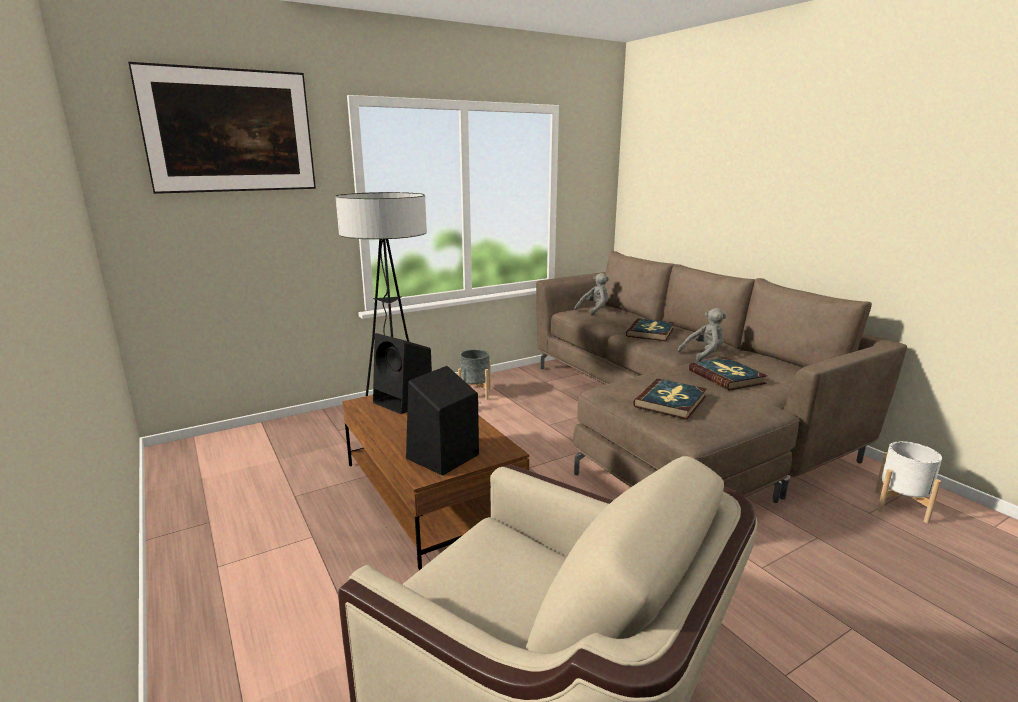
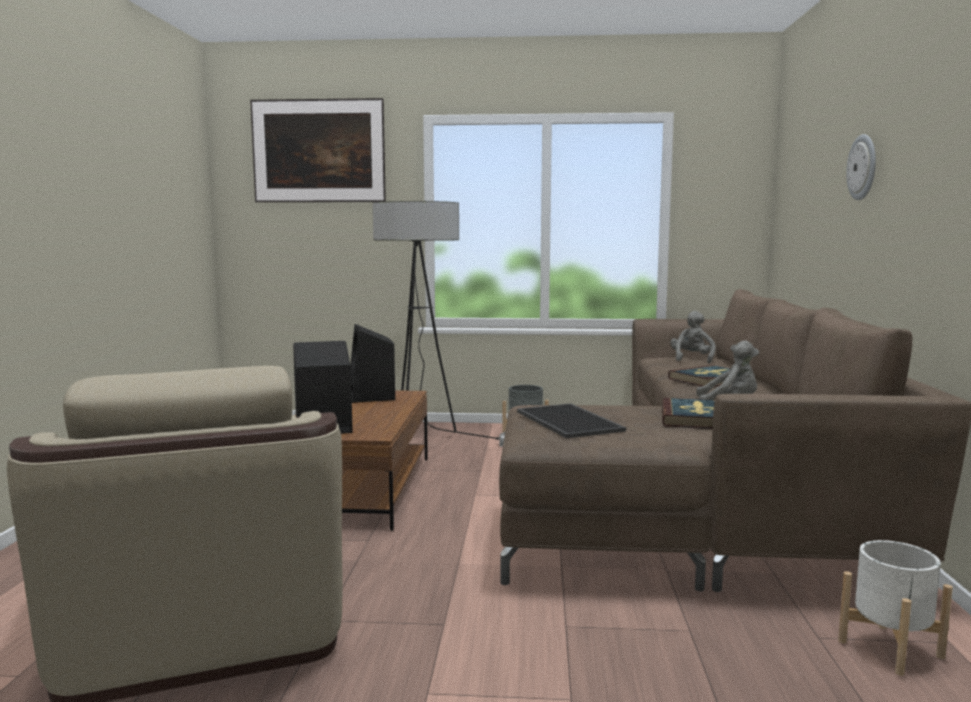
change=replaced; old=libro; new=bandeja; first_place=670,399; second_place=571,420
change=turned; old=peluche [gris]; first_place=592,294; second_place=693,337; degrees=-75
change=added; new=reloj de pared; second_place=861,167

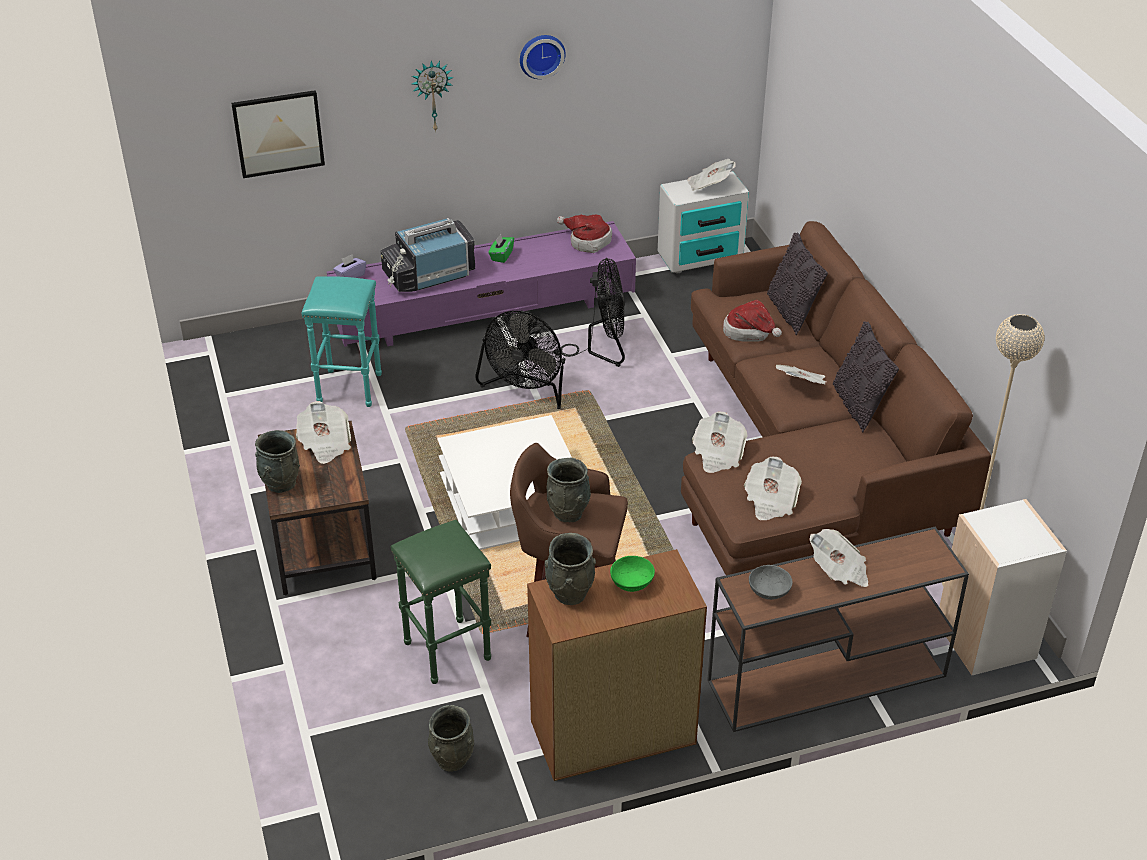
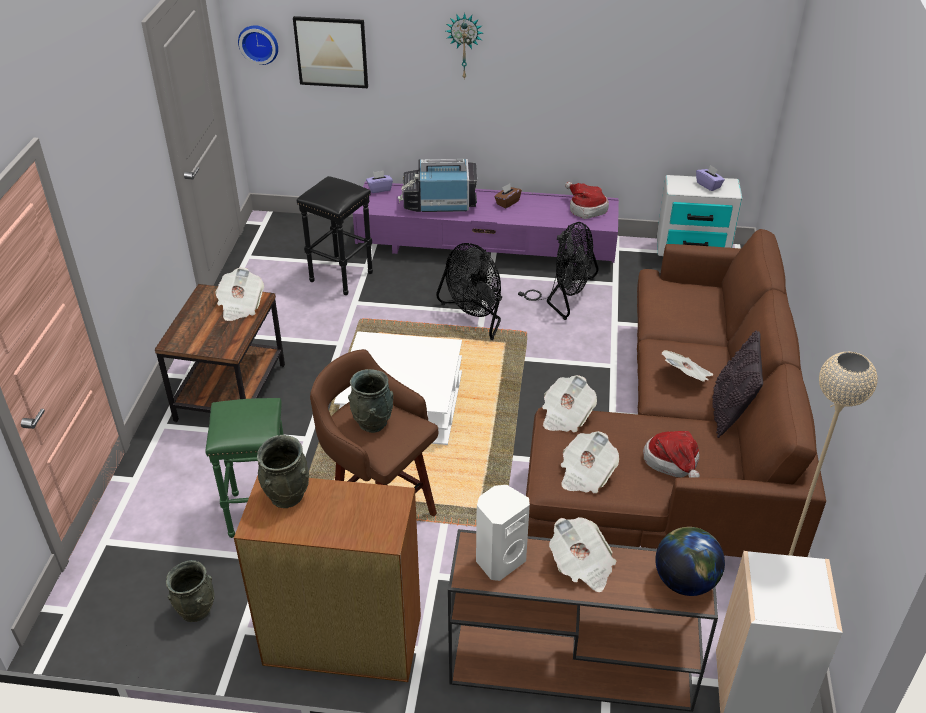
change=moved; old=reloj de pared; first_place=543,57; second_place=258,45
change=recoloured; old=taburete [turquesa]; new=taburete [negro]; first_place=342,341; second_place=335,235
change=replaced; old=cuenco [gris]; new=altavoz [blanco]; first_place=771,582; second_place=503,533
change=recoloured; old=caja de pañuelos [verde]; new=caja de pañuelos [marrón]; first_place=501,248; second_place=508,196
change=moved; old=sombrero; first_place=752,321; second_place=671,454
change=added; new=globo terráqueo; second_place=690,561
change=replaced; old=periódico; new=caja de pañuelos [morado]; first_place=711,175; second_place=710,178
change=removed; old=florero [gris]; first_place=277,461
change=removed; old=cuenco [verde]; first_place=632,574
change=removed; old=cojín [negro]; first_place=797,284

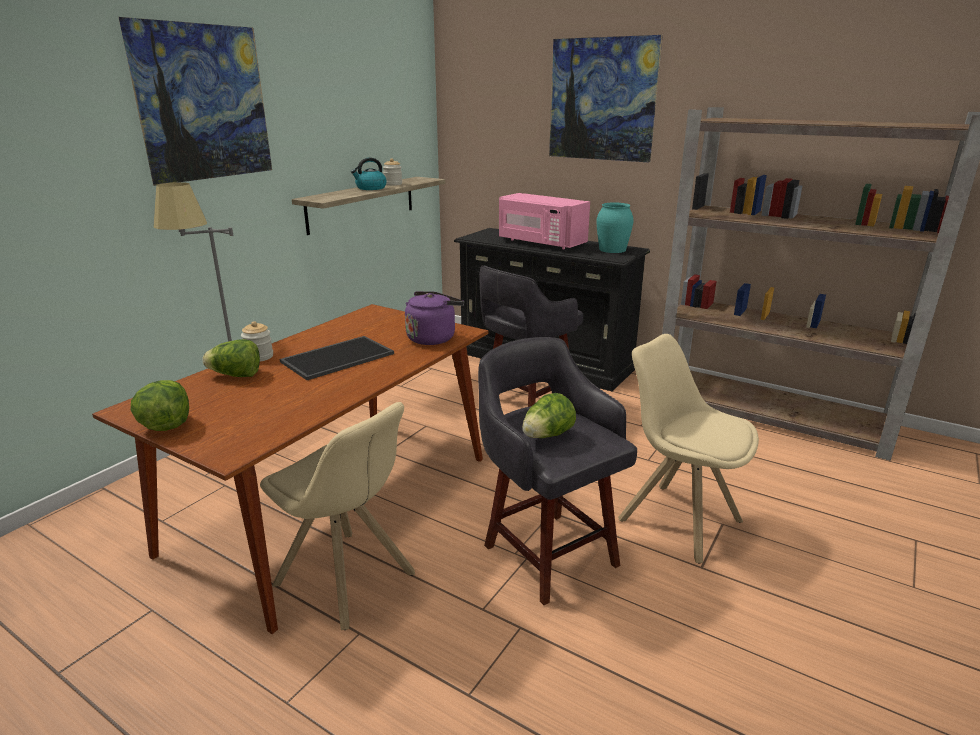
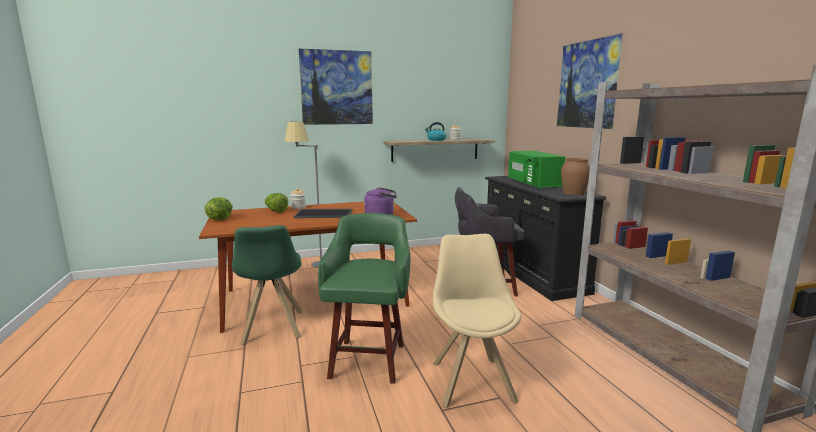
change=recoloured; old=silla [beis]; new=silla [verde]; first_place=337,516; second_place=267,285
change=recoloured; old=taburete [gris]; new=taburete [verde]; first_place=557,471; second_place=364,298
change=recoloured; old=microondas [rosa]; new=microondas [verde]; first_place=544,221; second_place=536,170
change=recoloured; old=florero [turquesa]; new=florero [marrón]; first_place=615,228; second_place=575,176
change=removed; old=lechuga; first_place=549,415

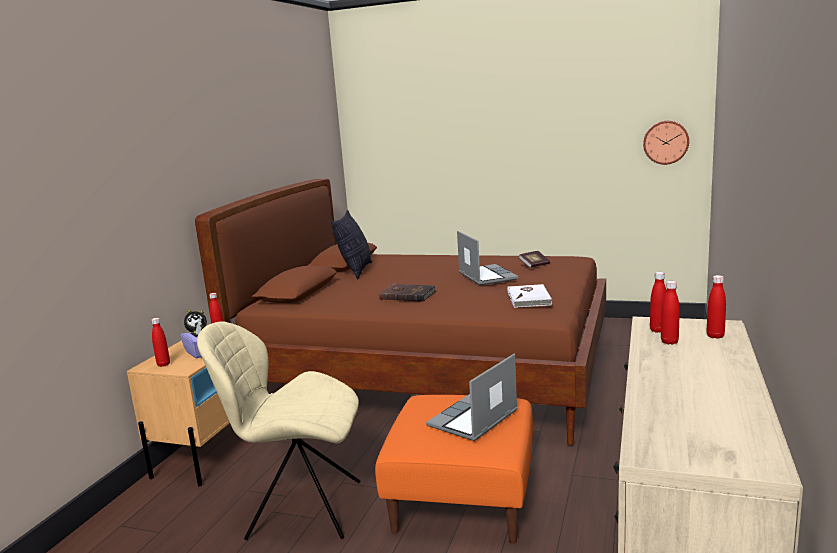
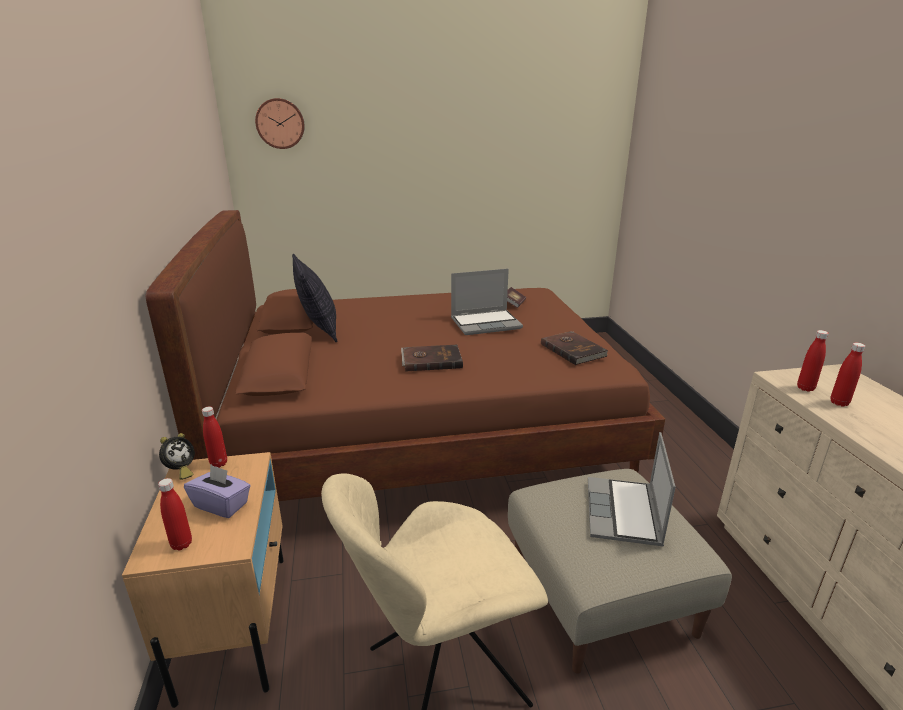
change=moved; old=reloj de pared; first_place=666,143; second_place=280,123
change=turned; old=portátil; first_place=487,258; second_place=487,302; degrees=120
change=recoloured; old=puf [naranja]; new=puf [beis]; first_place=454,469; second_place=620,571
change=recoloured; old=libro [blanco]; new=libro [marrón]; first_place=529,296; second_place=574,348
change=removed; old=botella [rojo]; first_place=716,307

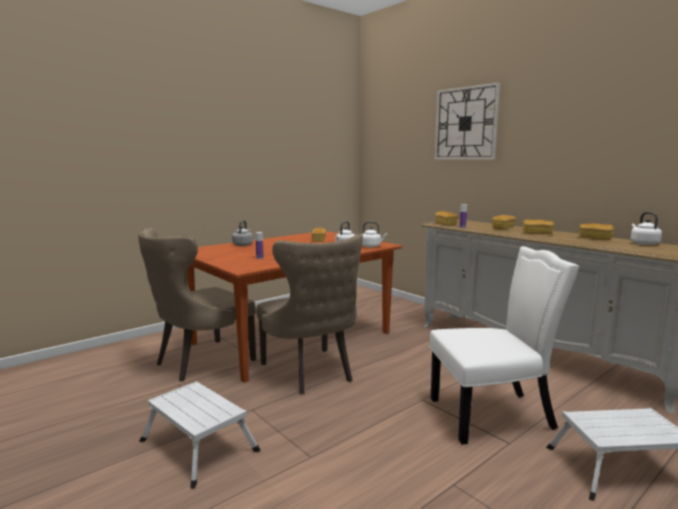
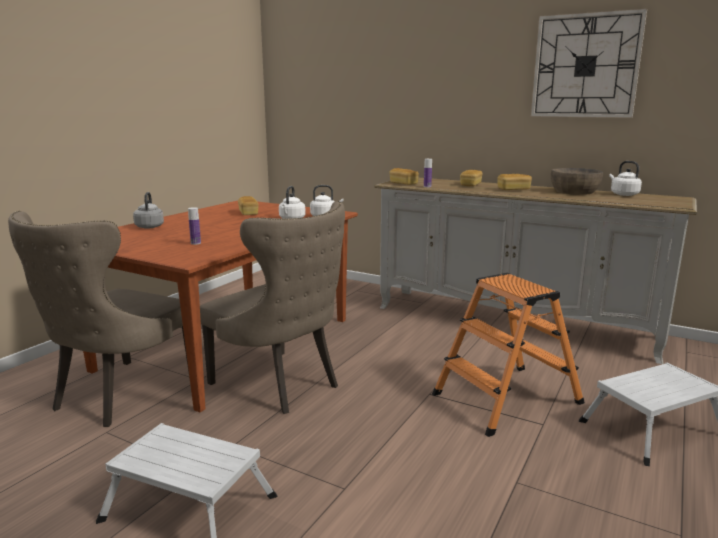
change=replaced; old=silla [blanco]; new=escalera de tijera [naranja]; first_place=504,345; second_place=508,355
change=moved; old=reloj de pared; first_place=467,121; second_place=589,63
change=replaced; old=pan; new=cuenco [marrón]; first_place=596,231; second_place=577,181

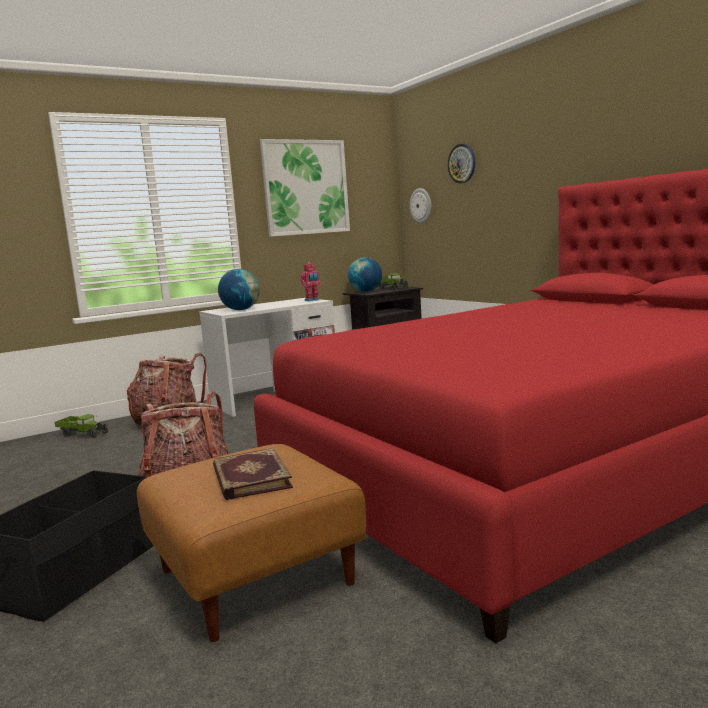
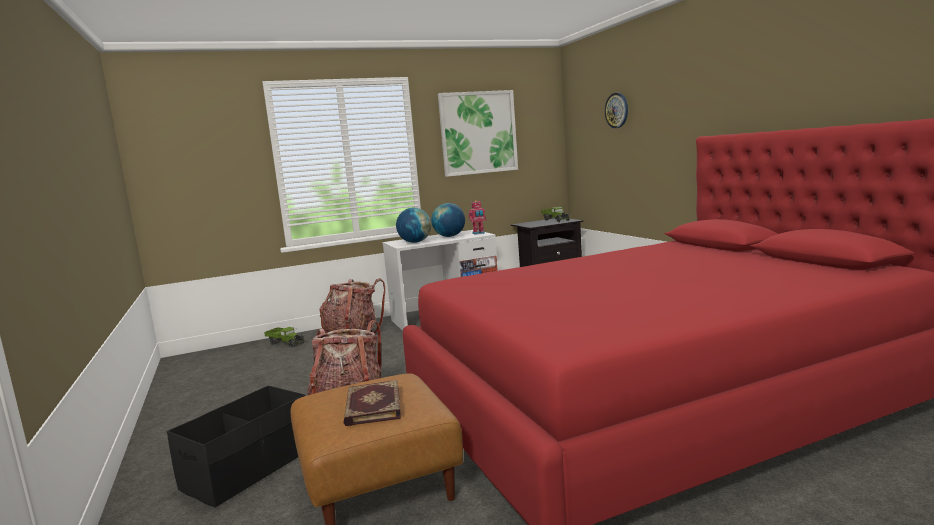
change=moved; old=globo terráqueo; first_place=365,274; second_place=448,220
change=removed; old=reloj de pared; first_place=420,205

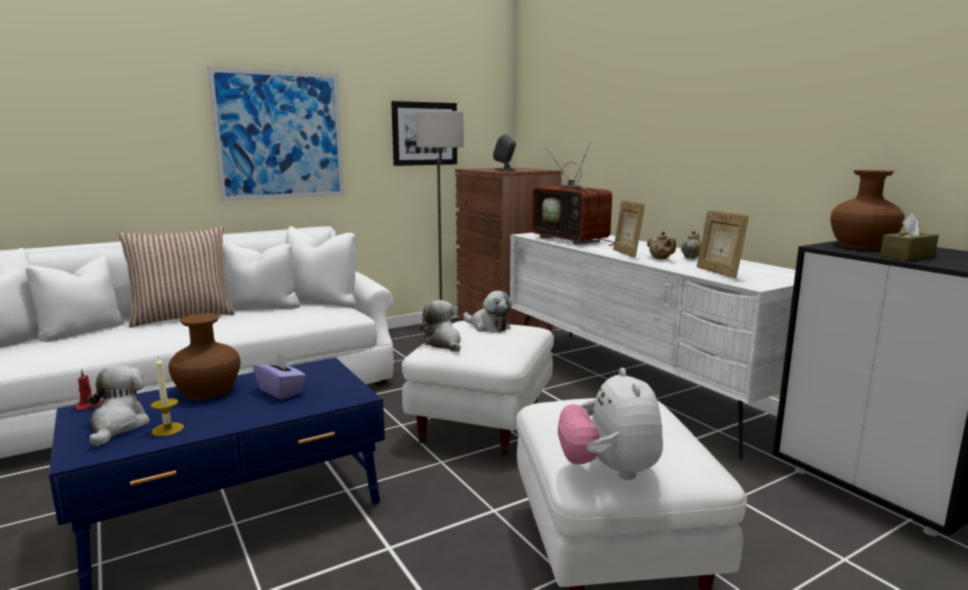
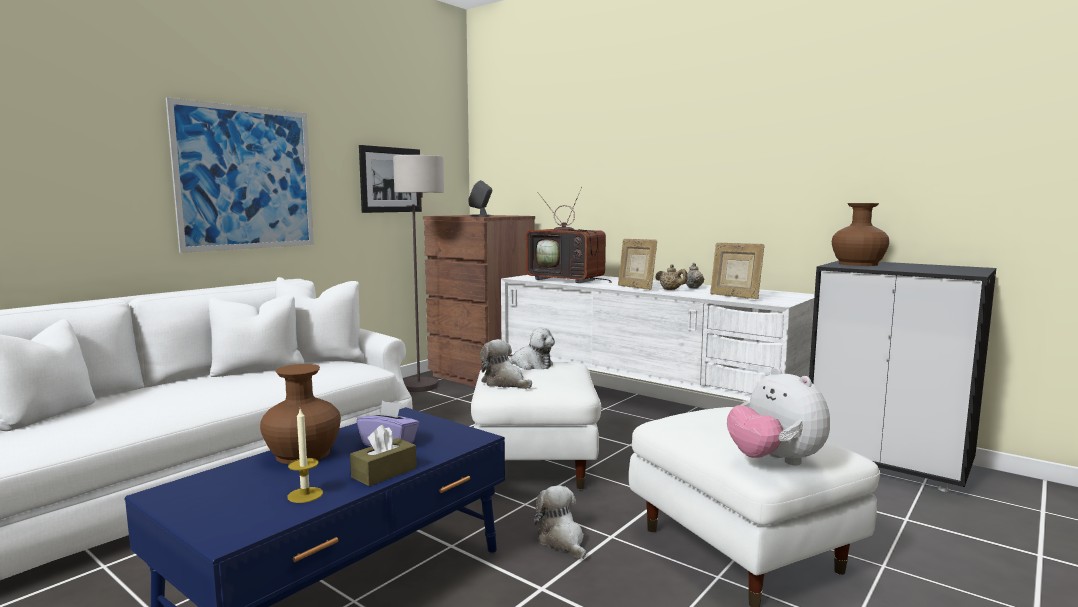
change=moved; old=caja de pañuelos [marrón]; first_place=909,237; second_place=383,455
change=moved; old=peluche; first_place=118,406; second_place=560,522
change=removed; old=vela [rojo]; first_place=88,389
change=removed; old=cojín; first_place=176,277

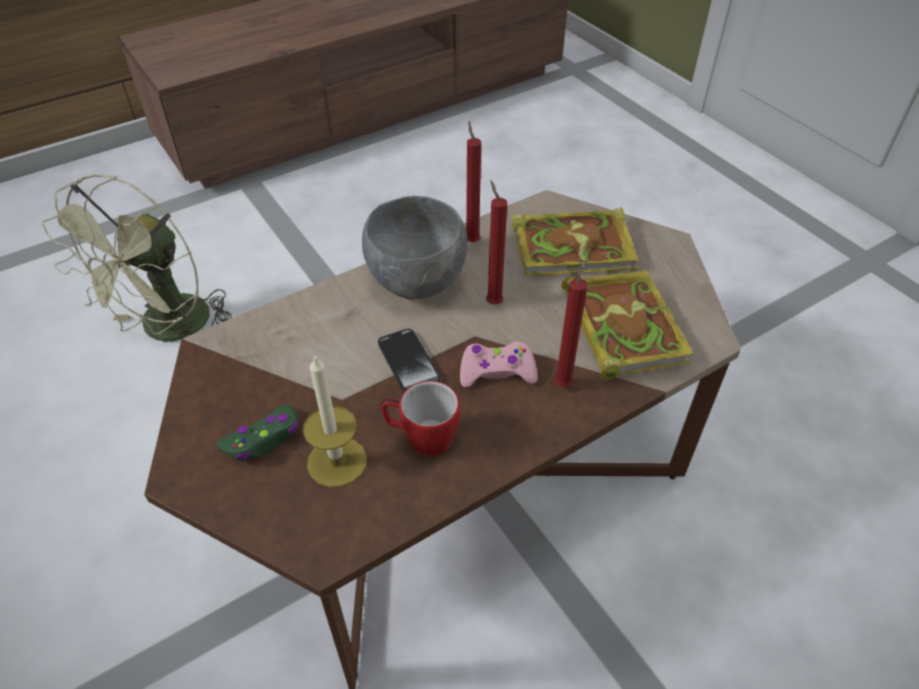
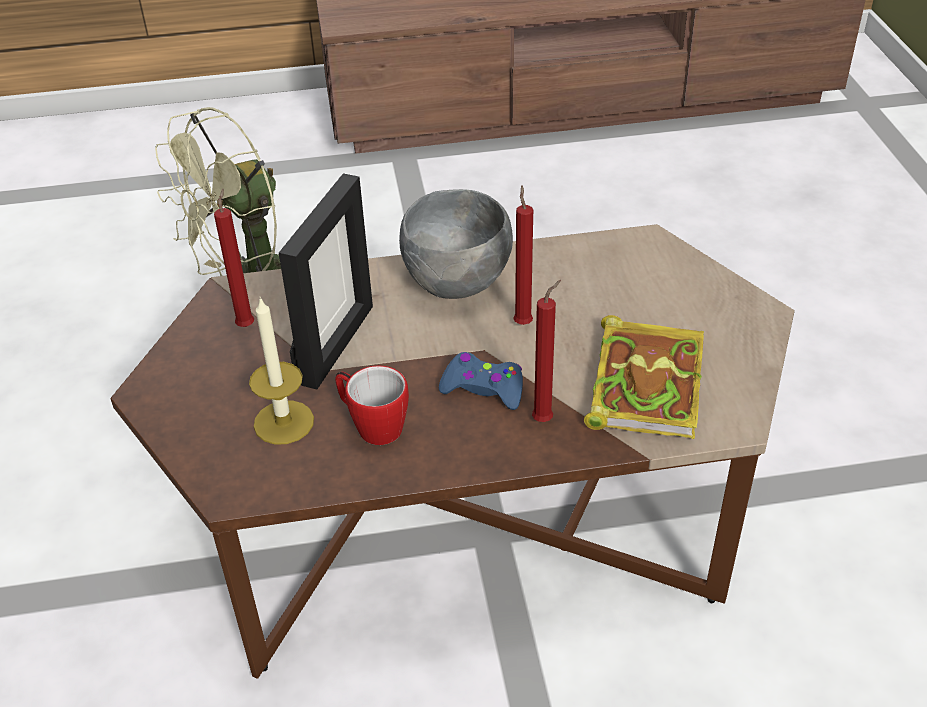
change=moved; old=vela [rojo]; first_place=473,182; second_place=234,258
change=added; new=portarretratos; second_place=326,281
change=recoloured; old=mando de consola [rosa]; new=mando de consola [azul]; first_place=499,365; second_place=481,381
change=removed; old=mando de consola [verde]; first_place=257,433
change=removed; old=móvil; first_place=409,360
change=removed; old=libro; first_place=575,241

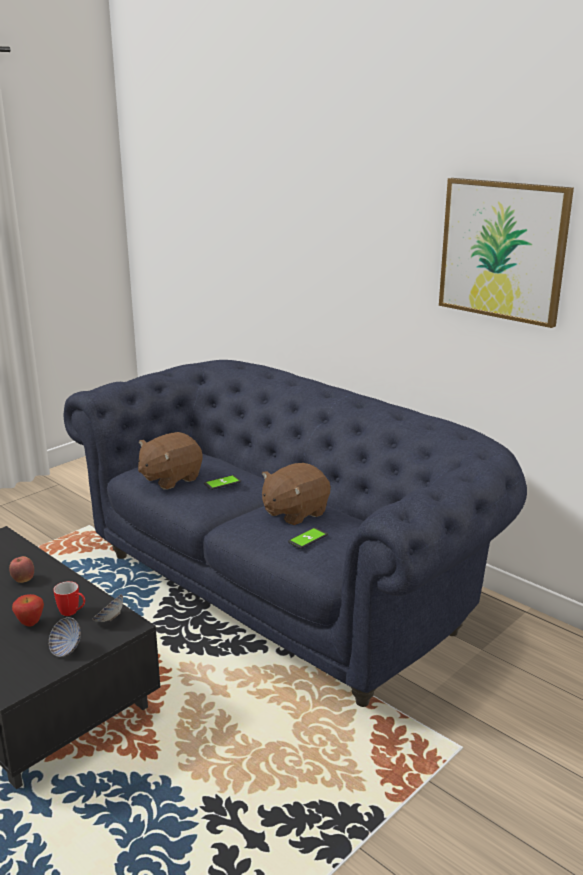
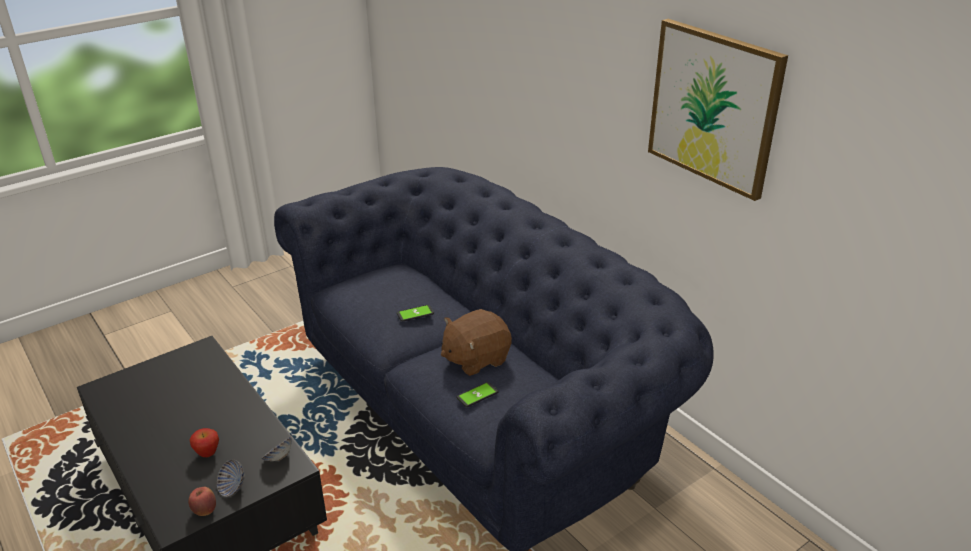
change=moved; old=manzana; first_place=21,569; second_place=202,501
change=removed; old=taza grande; first_place=69,598
change=removed; old=peluche [marrón]; first_place=170,461

